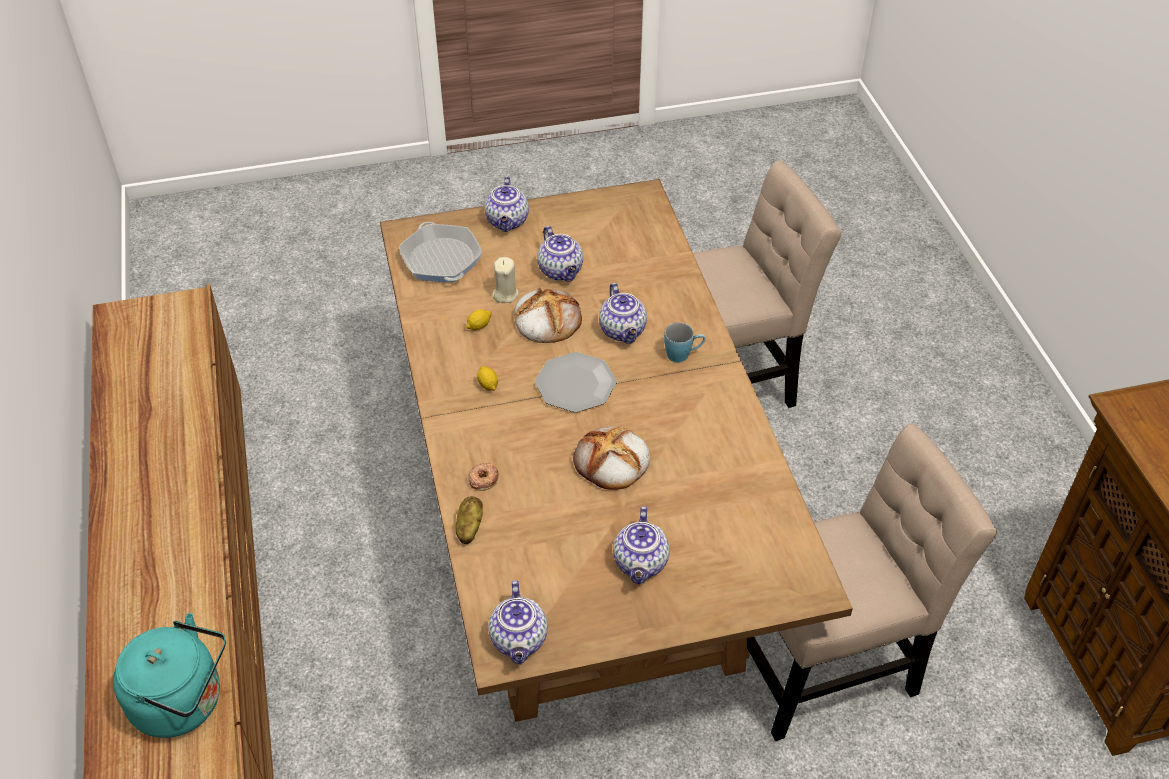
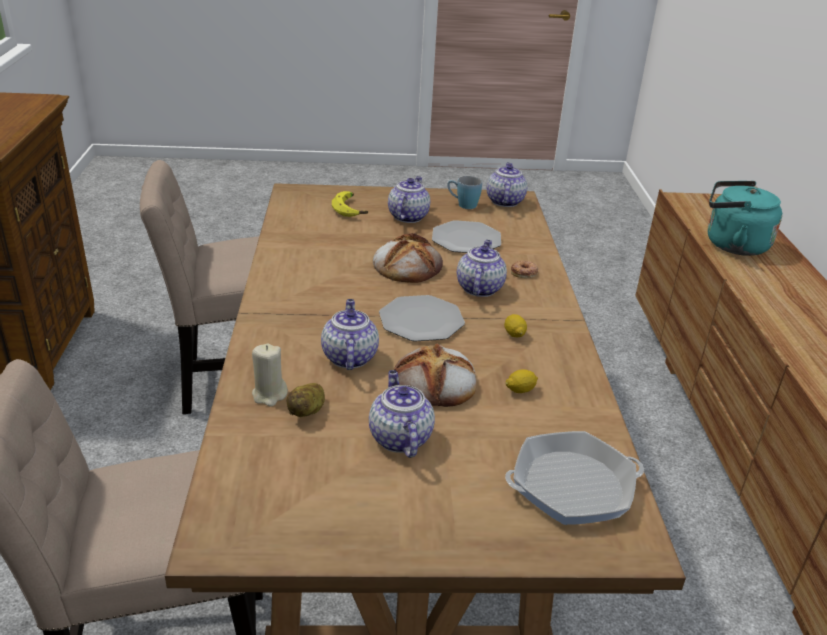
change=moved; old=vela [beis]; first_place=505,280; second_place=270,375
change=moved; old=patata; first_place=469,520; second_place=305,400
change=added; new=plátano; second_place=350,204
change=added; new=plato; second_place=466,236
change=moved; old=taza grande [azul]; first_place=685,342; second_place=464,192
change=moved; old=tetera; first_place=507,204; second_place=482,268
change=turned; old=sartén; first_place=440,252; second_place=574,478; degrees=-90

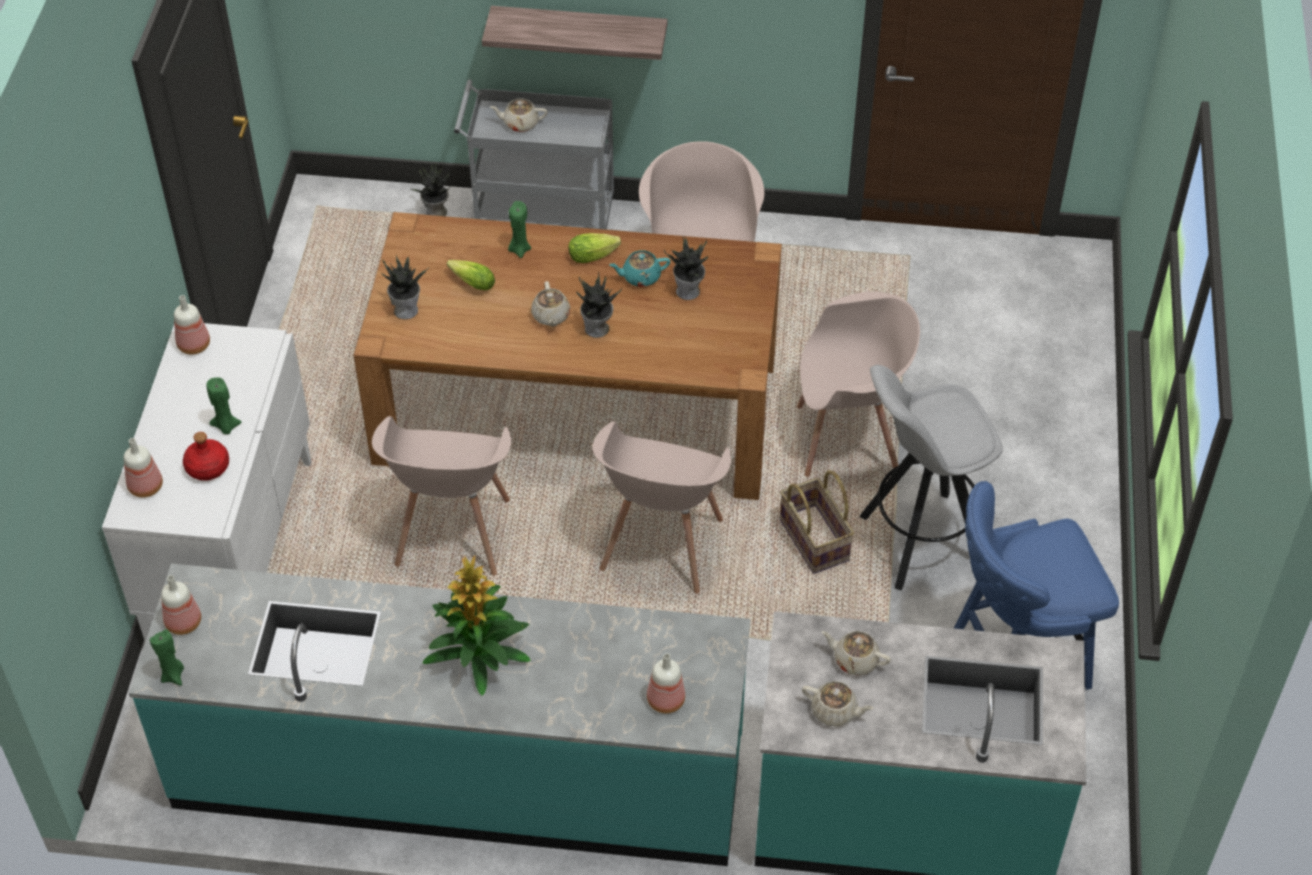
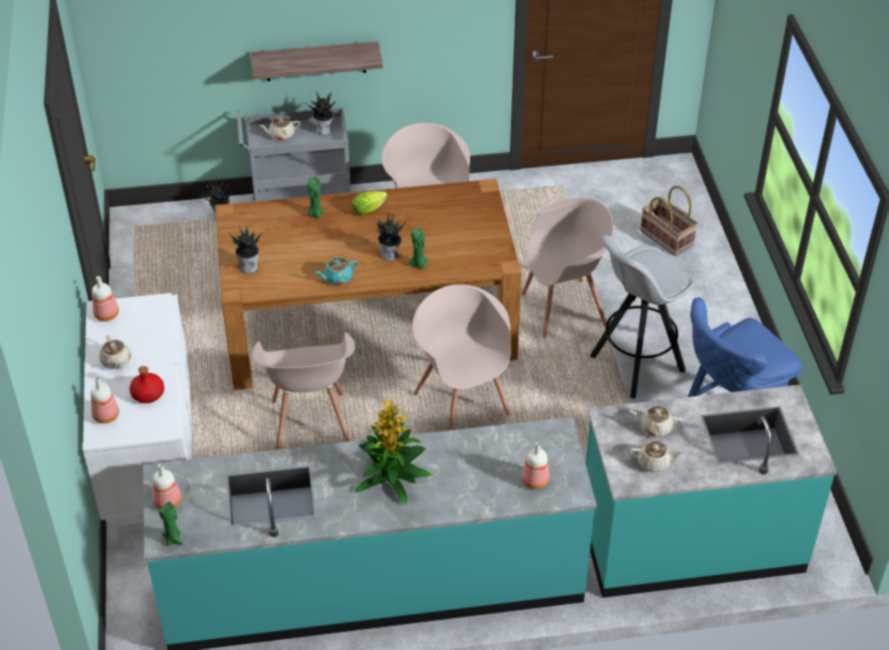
change=moved; old=tetera [beis]; first_place=550,304; second_place=115,352
change=moved; old=planta en maceta; first_place=686,267; second_place=320,113
change=moved; old=tetera [turquesa]; first_place=639,268; second_place=336,271
change=moved; old=vela [verde]; first_place=224,405; second_place=418,248
change=turned; old=silla [beis]; first_place=661,507; second_place=461,357; degrees=150
change=moved; old=cesta; first_place=817,522; second_place=669,221
change=removed; old=lechuga; first_place=471,275

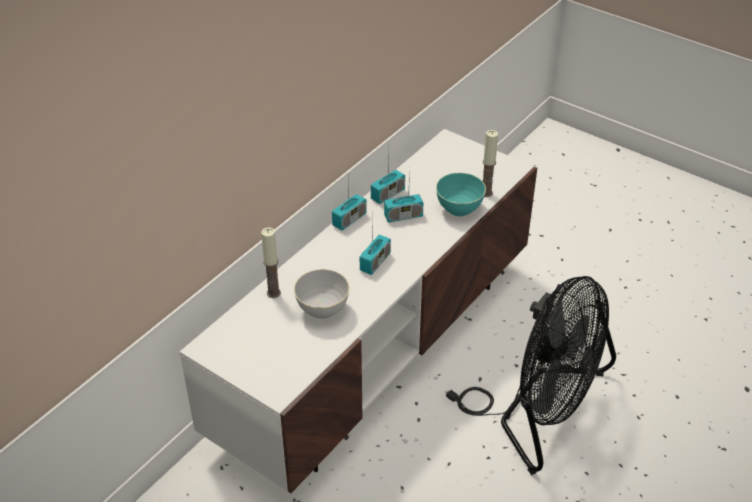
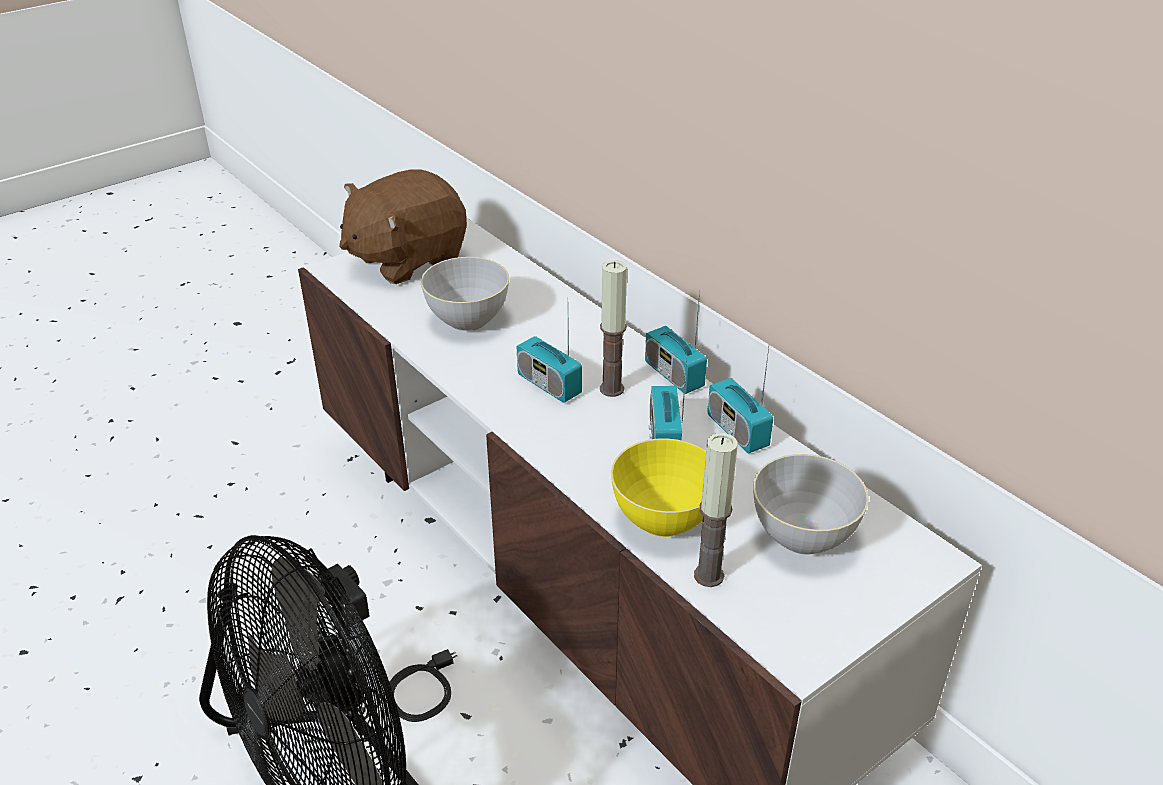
change=added; new=peluche [marrón]; second_place=403,226
change=moved; old=vela; first_place=271,262; second_place=613,328
change=recoloured; old=cuenco [turquesa]; new=cuenco [amarillo]; first_place=461,194; second_place=658,487
change=added; new=cuenco [gris]; second_place=811,504

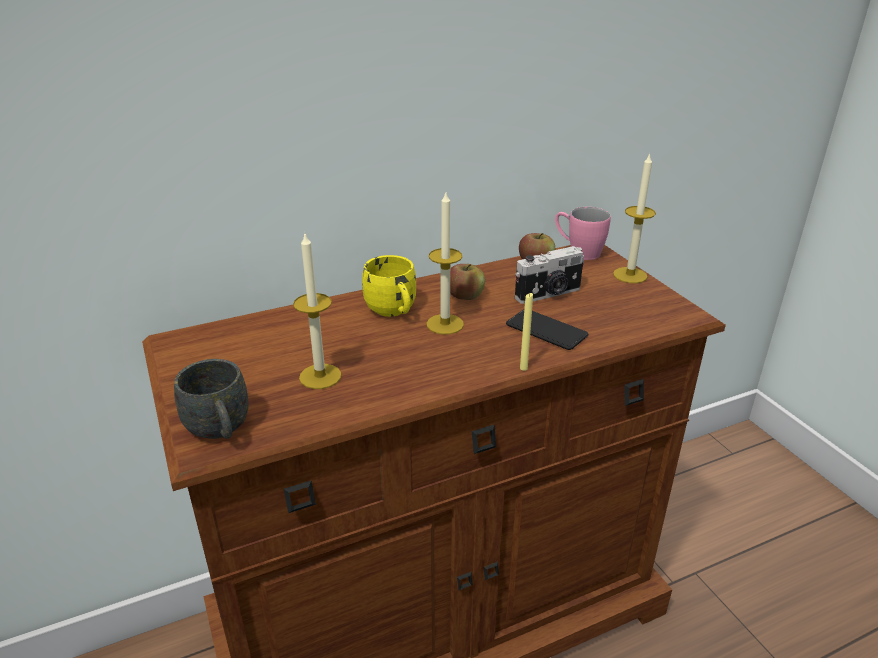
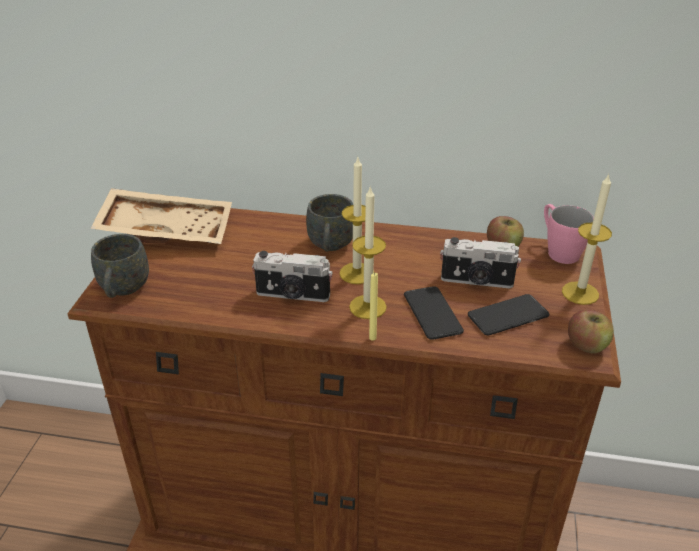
change=added; new=bandeja [beis]; second_place=161,216
change=added; new=cámara; second_place=292,276
change=recoloured; old=taza grande [amarillo]; new=taza grande [gris]; first_place=389,286; second_place=329,223
change=moved; old=vela; first_place=317,311; second_place=368,252
change=added; new=móvil; second_place=508,314
change=moved; old=manzana; first_place=467,282; second_place=591,332

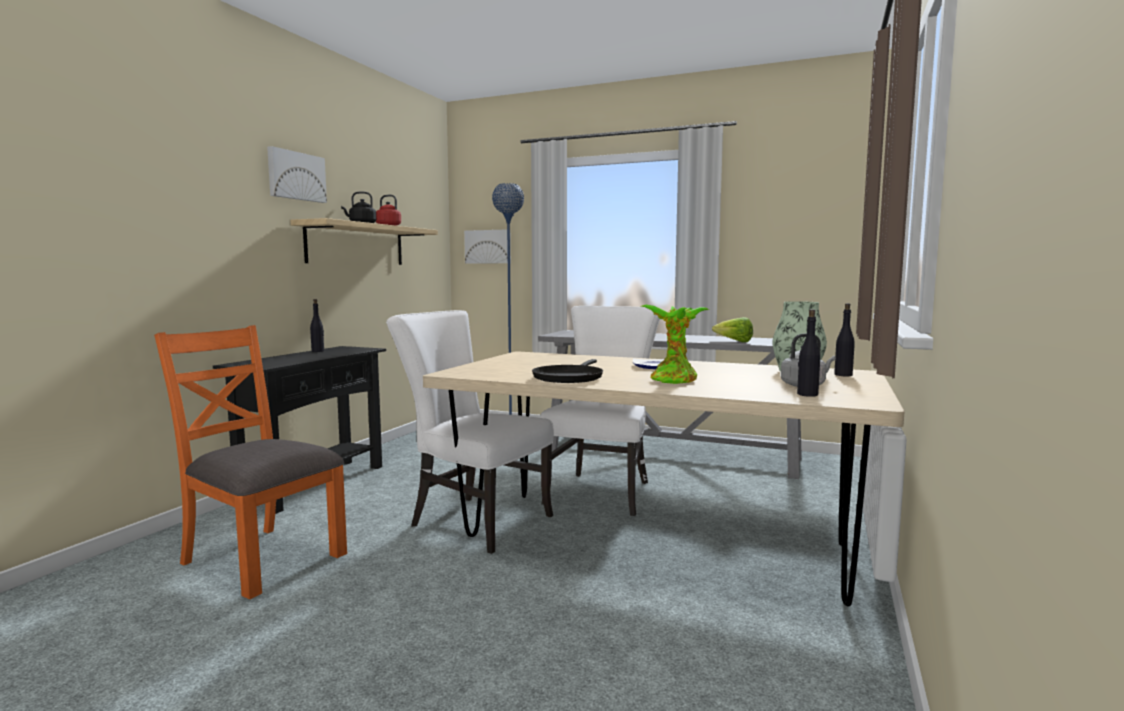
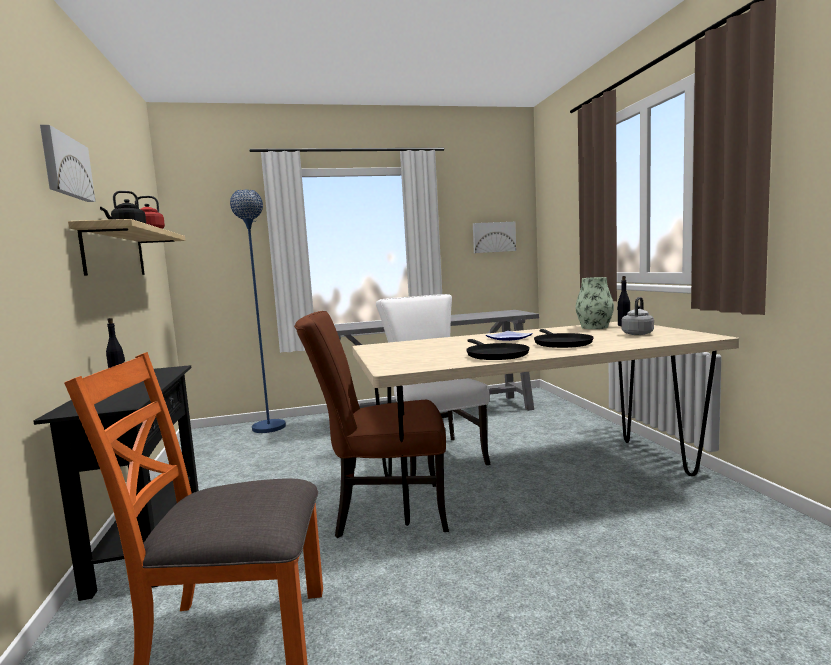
change=recoloured; old=silla [blanco]; new=silla [marrón]; first_place=470,432; second_place=371,424
change=moved; old=cuadro; first_place=487,246; second_place=494,237
change=replaced; old=planta en maceta; new=sartén [negro]; first_place=675,344; second_place=564,338
change=removed; old=lechuga; first_place=732,329
change=removed; old=botella [negro]; first_place=808,353

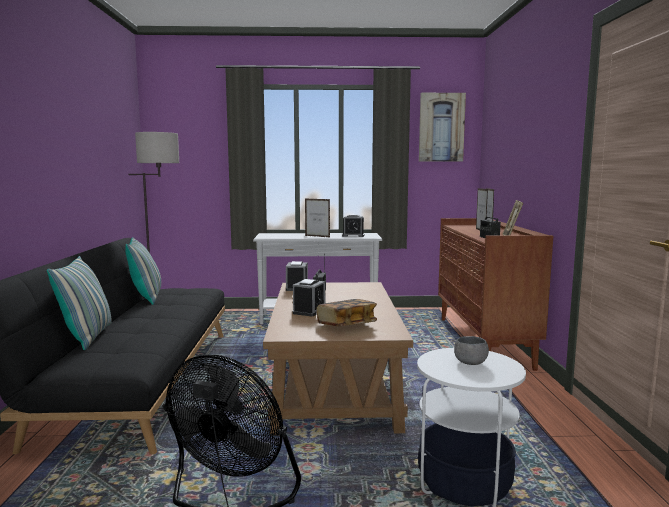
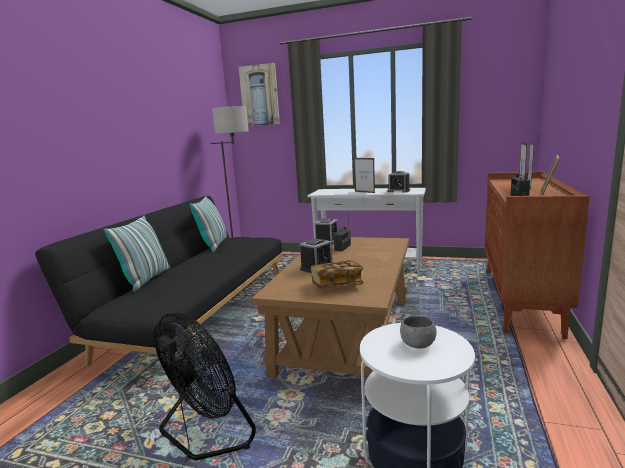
change=moved; old=cuadro; first_place=442,127; second_place=259,94

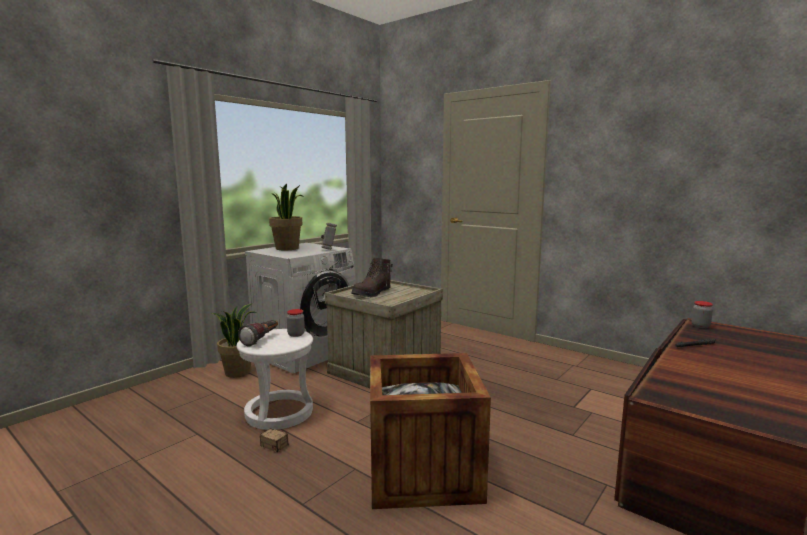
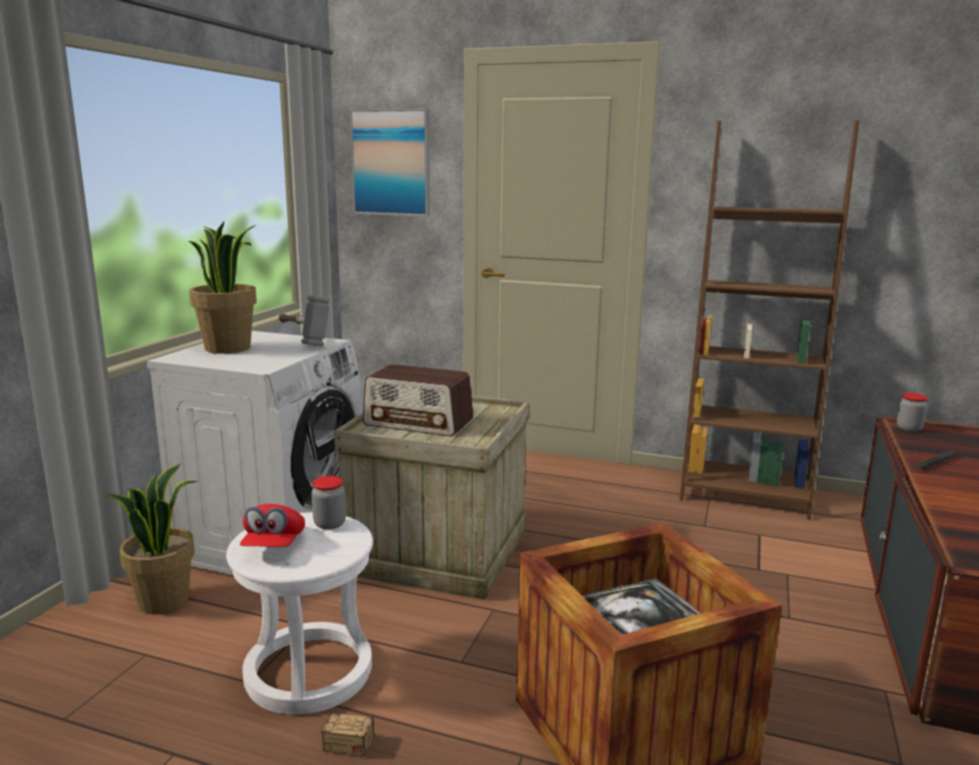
change=replaced; old=linterna; new=gorra [rojo]; first_place=258,333; second_place=272,525
change=added; new=cuadro; second_place=390,163
change=replaced; old=bota [marrón]; new=radio; first_place=372,277; second_place=418,400
change=added; new=estantería [marrón]; second_place=770,320

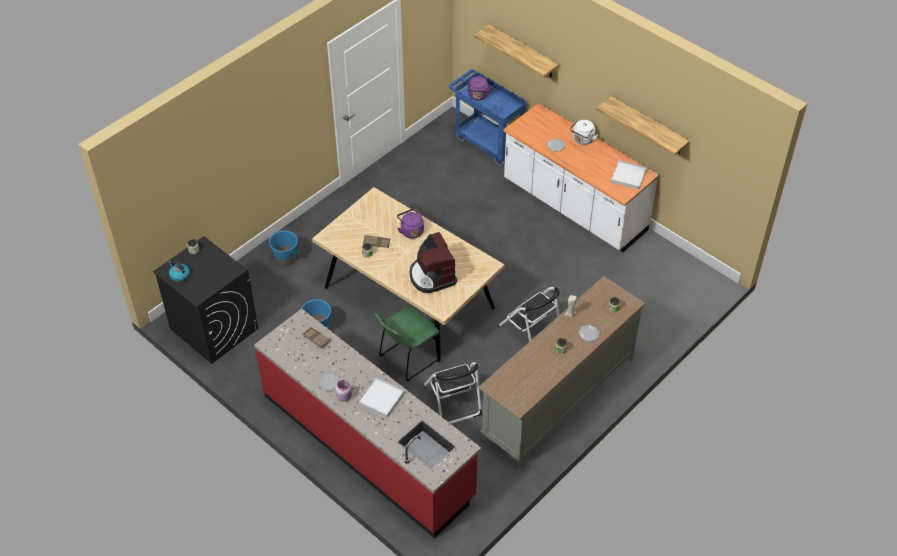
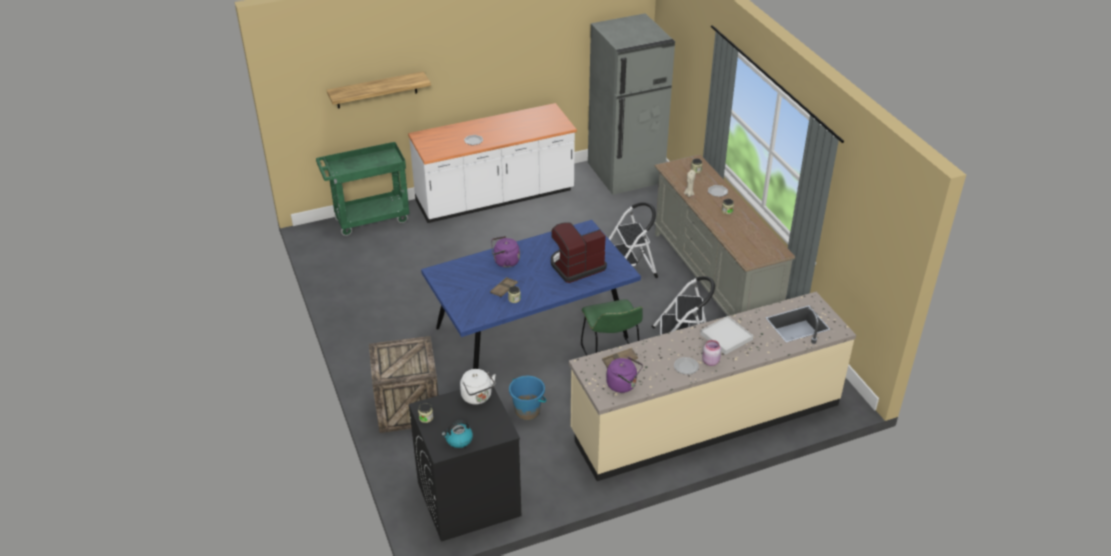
change=recoloured; old=carrito [azul]; new=carrito [verde]; first_place=488,117; second_place=363,189
change=replaced; old=cubo [azul]; new=caja de embalaje; first_place=284,248; second_place=404,384
change=recoloured; old=mesa de comedor [beis]; new=mesa de comedor [azul]; first_place=408,274; second_place=531,294
change=moved; old=hervidor [blanco]; first_place=584,132; second_place=478,387
change=turned; old=cafetera; first_place=433,262; second_place=579,252; degrees=150
change=recoloured; old=mueble bajo de cocina [rojo]; new=mueble bajo de cocina [beis]; first_place=367,423; second_place=712,386
change=added; new=nevera [gris]; second_place=631,104
change=moved; old=hervidor [morado]; first_place=480,88; second_place=624,375
change=removed; old=estante; first_place=643,126
change=removed; old=bandeja [blanco]; first_place=629,175

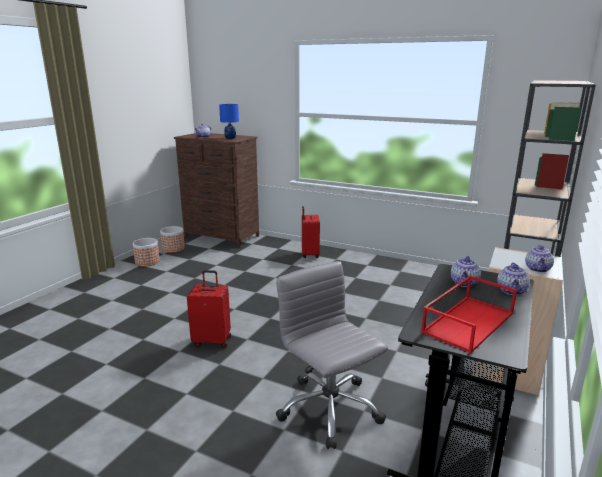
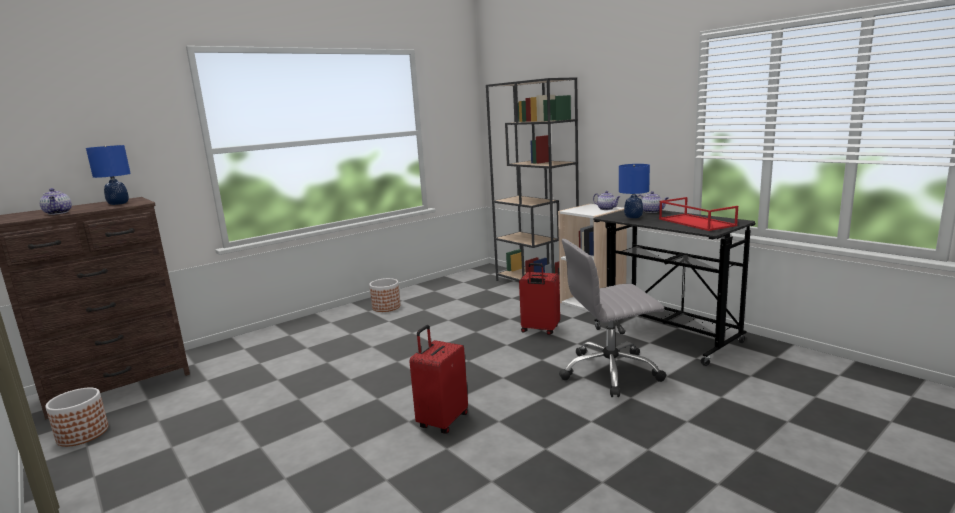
change=moved; old=maceta; first_place=146,252; second_place=385,295
change=moved; old=maleta [rojo]; first_place=311,232; second_place=539,299
change=replaced; old=tetera; new=lámpara de mesa [azul]; first_place=466,271; second_place=634,191

